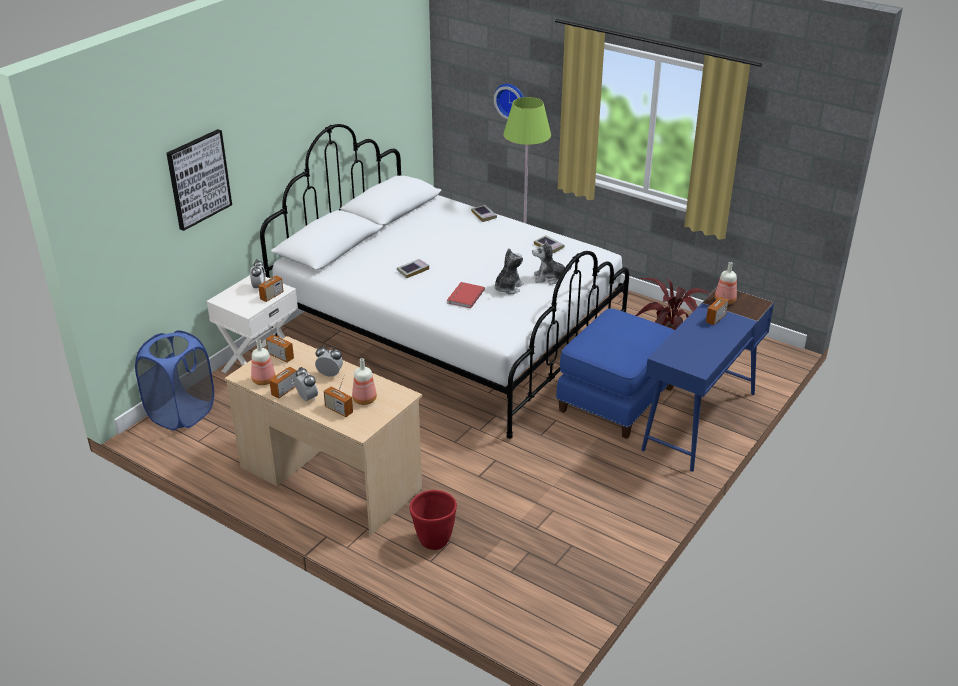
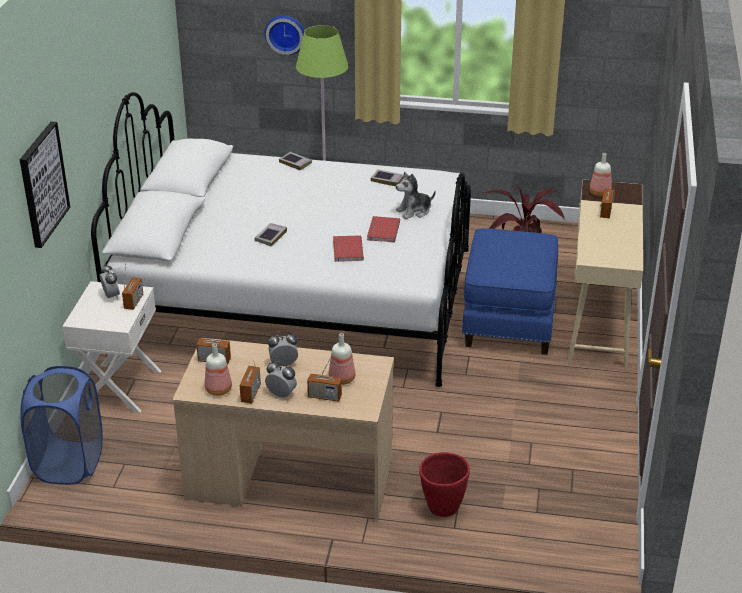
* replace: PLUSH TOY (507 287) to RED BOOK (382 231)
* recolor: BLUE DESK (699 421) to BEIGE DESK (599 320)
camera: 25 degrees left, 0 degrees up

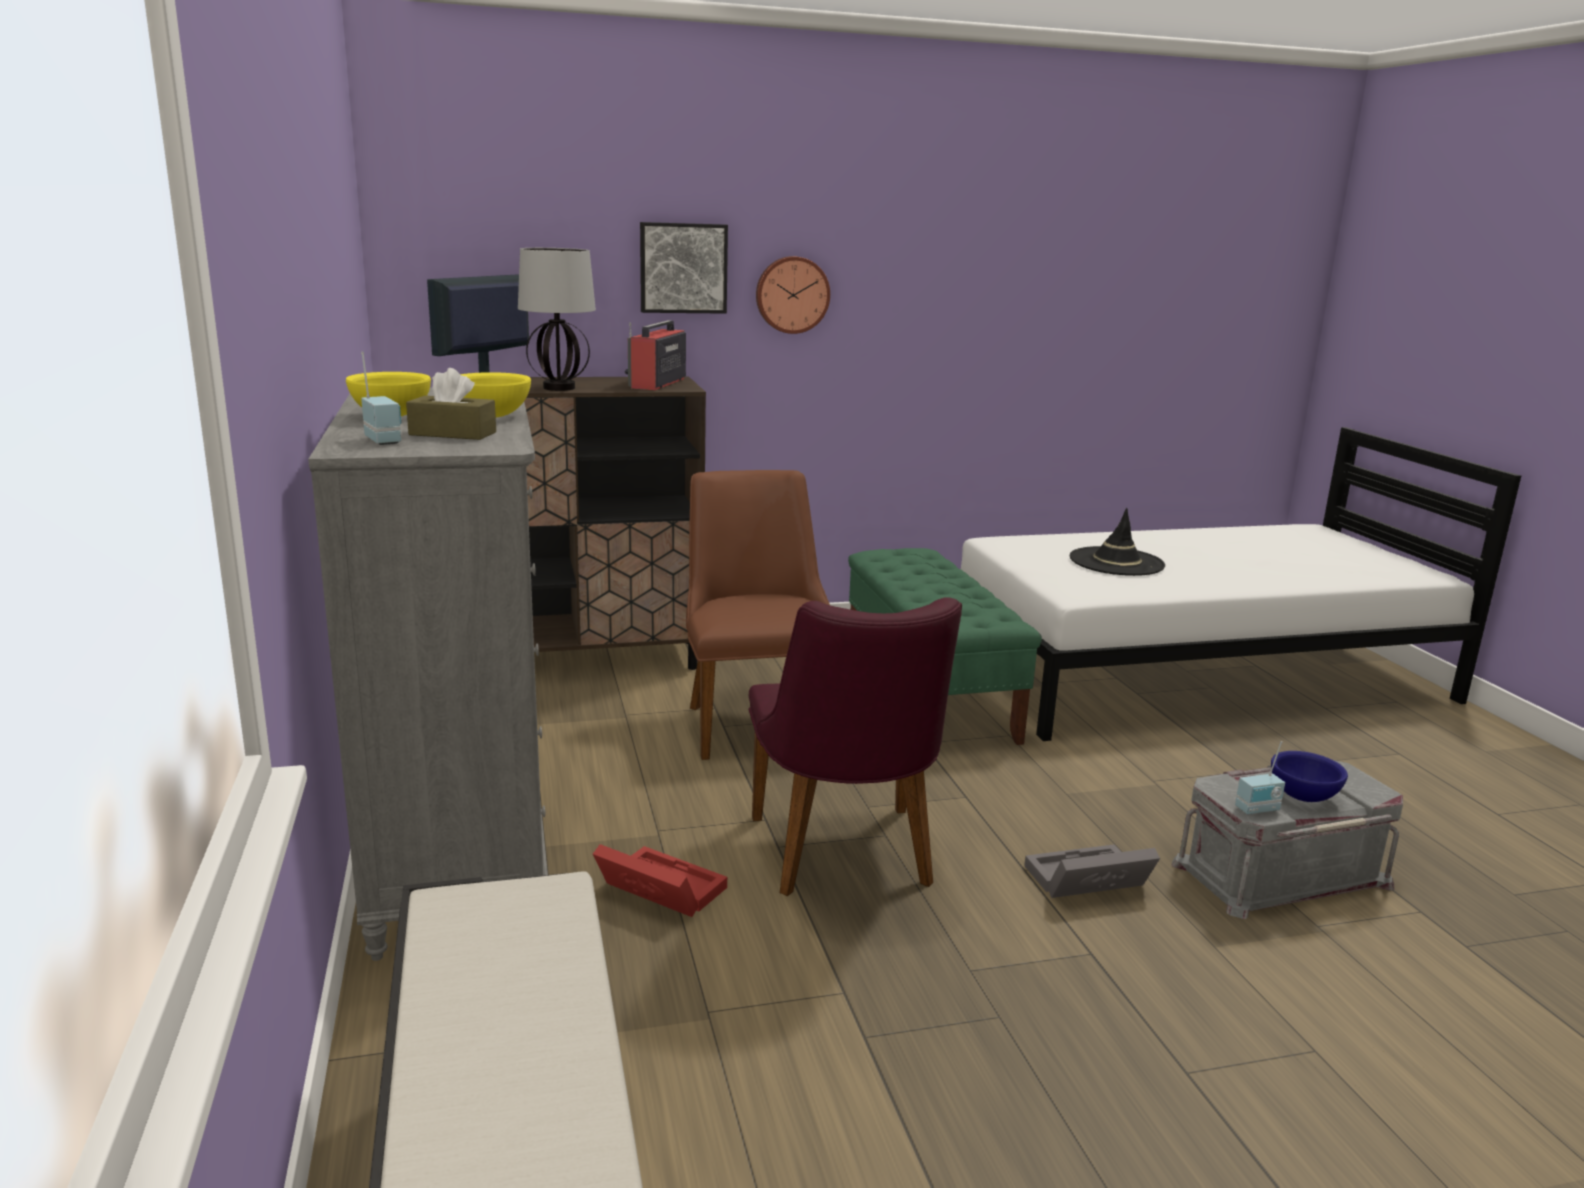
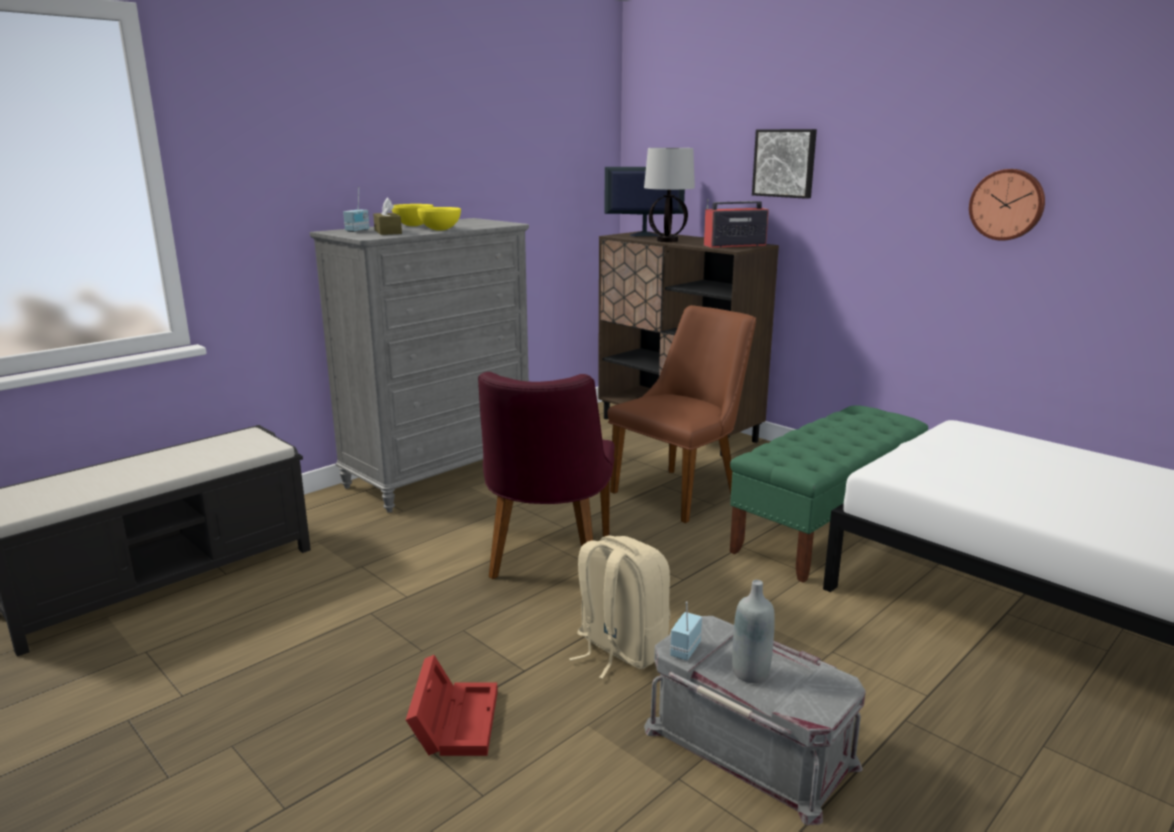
* delete: BLACK HAT (1116 562)
* move: RED STORAGE BOX (657 890) to (455 719)
* move: WALL CLOCK (792 294) to (1007 204)
* replace: GREY STORAGE BOX (1085 882) to BEIGE BACKPACK (619 650)
* replace: BLUE BOWL (1302 797) to GREY BOTTLE (750 673)
* rotate: PURPLE CHAIR (845 860) = (546 561) 45 degrees counterclockwise
* rotate: RADIO (1258 810) = (684 649) 75 degrees clockwise
camera: 60 degrees right, 0 degrees up

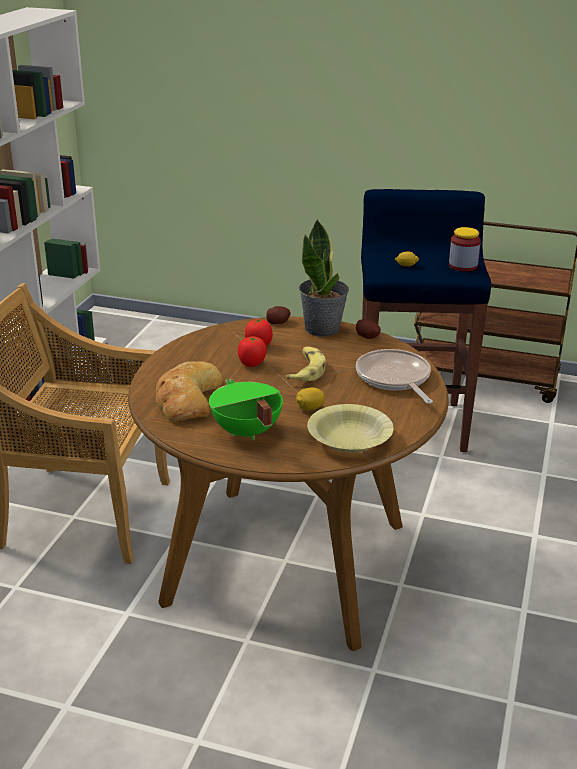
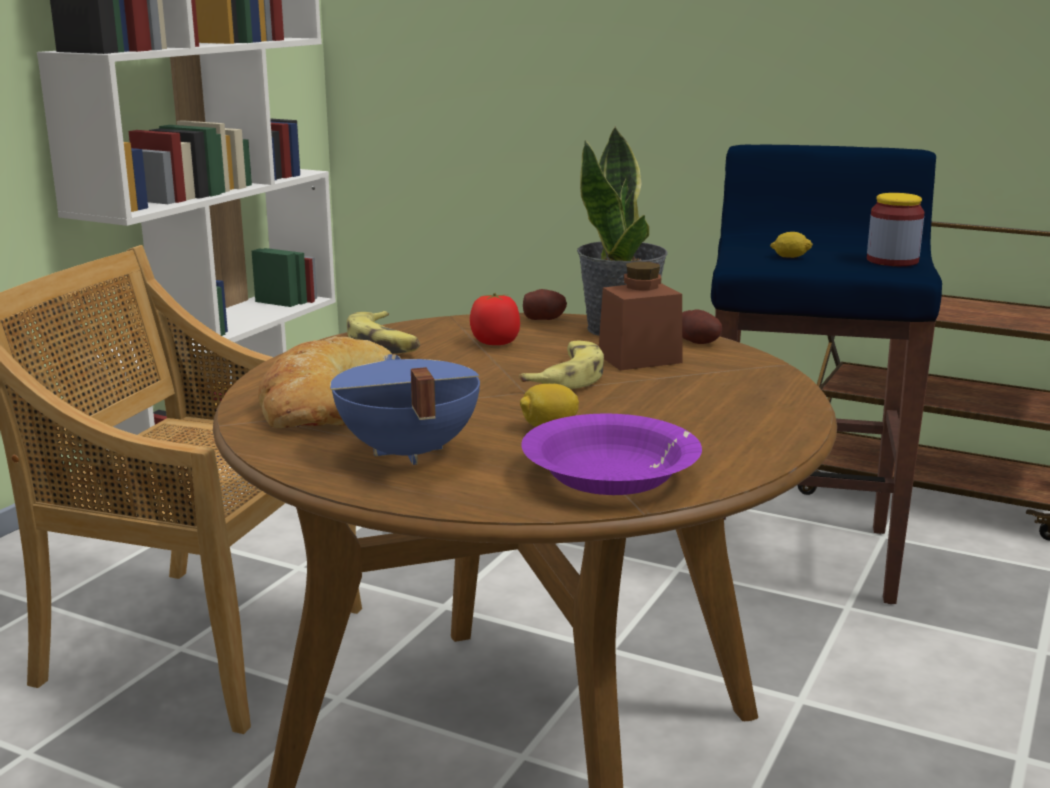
* delete: TOMATO (251 364)
* delete: FRYING PAN (394 379)
* insert: BANANA (384 344)
* insert: BROWN JAR (639 358)
* recolor: GREEN COOKING POT (245 432) to BLUE COOKING POT (405 452)
* recolor: YELLOW BOWL (350 440) to PURPLE BOWL (611 477)
camera: 10 degrees right, 10 degrees down

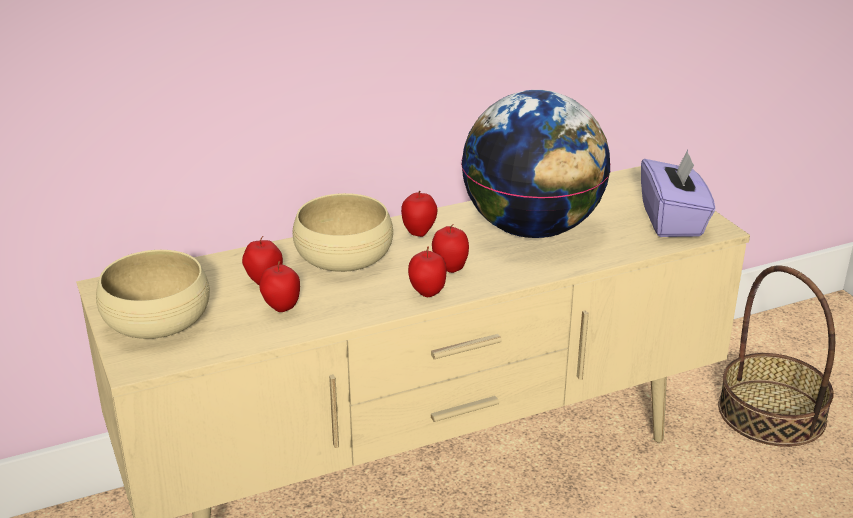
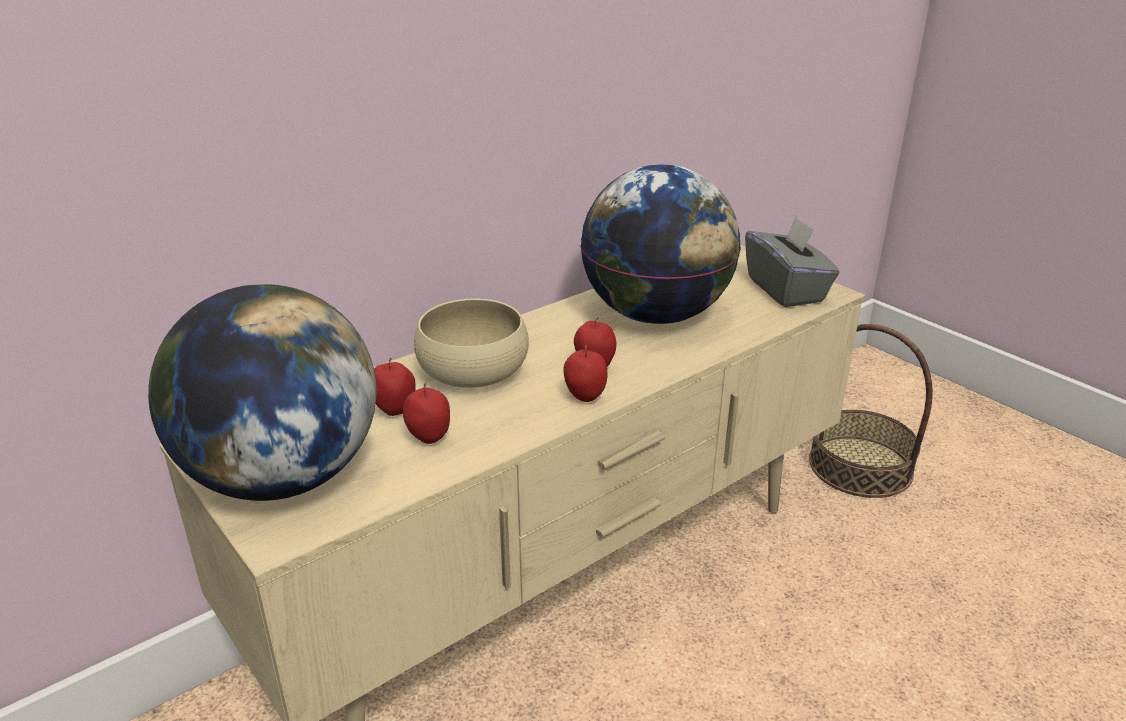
* delete: APPLE (419 232)
* replace: BEIGE BOWL (157 321) to GLOBE (282 477)
* recolor: PURPLE TISSUE BOX (673 220) to GREY TISSUE BOX (786 290)
camera: 15 degrees left, 0 degrees up

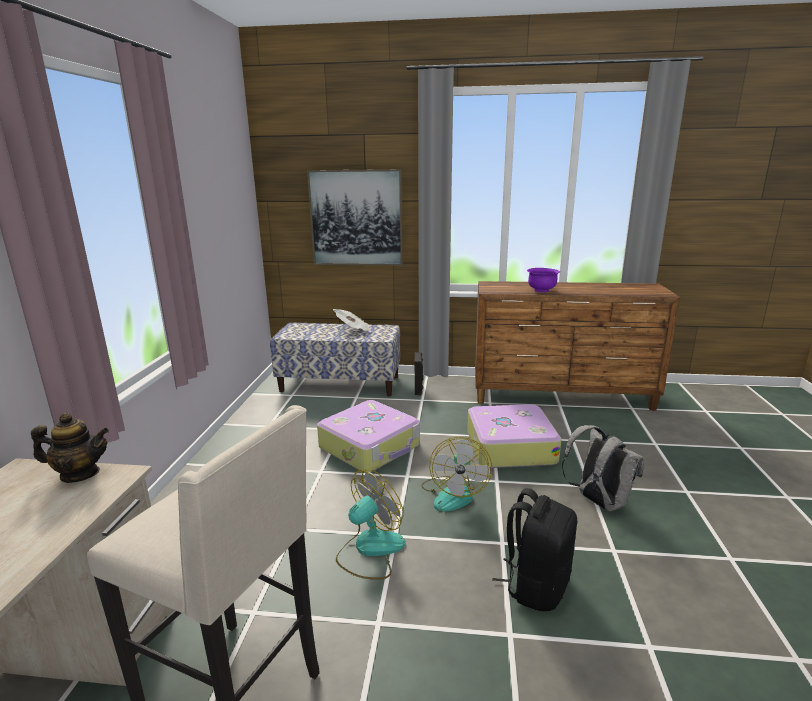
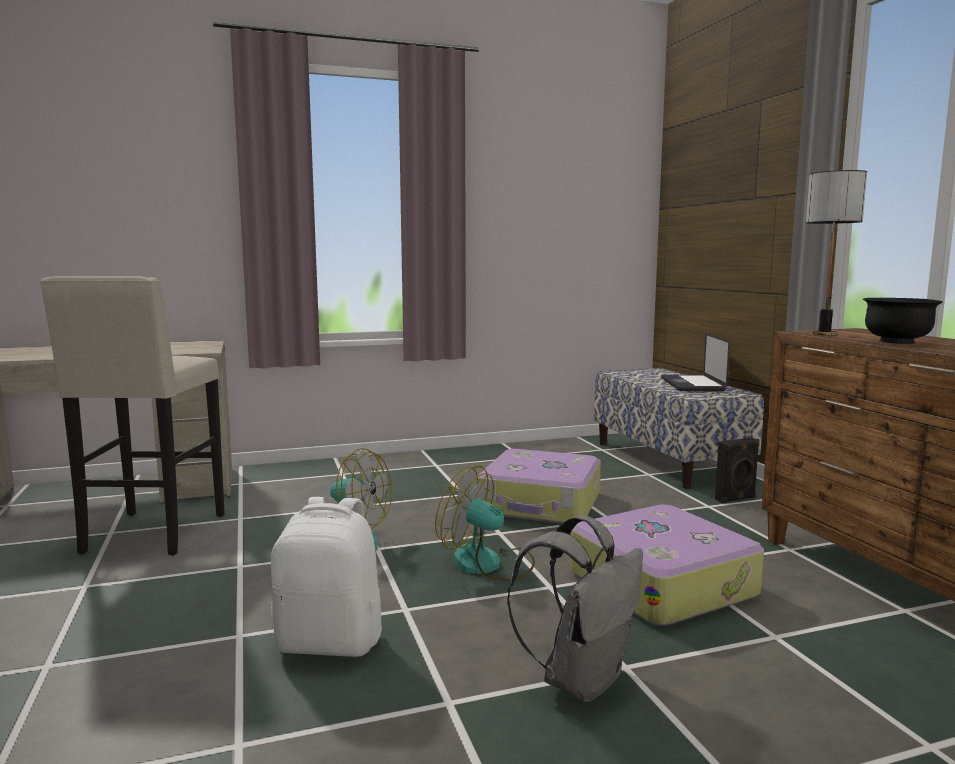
* delete: TEAPOT (80 474)
* delete: PICTURE (356 218)
* insert: TABLE LAMP (824 334)
* replace: NEWSPAPER (353 330) to LAPTOP (692 385)
* recolor: BLACK BACKPACK (536 585) to WHITE BACKPACK (331 642)
* recolor: PURPLE BOWL (542 290) to BLACK BOWL (897 342)
* rotate: FAN (453 493) = (488 564) 45 degrees clockwise
camera: 65 degrees right, 10 degrees down

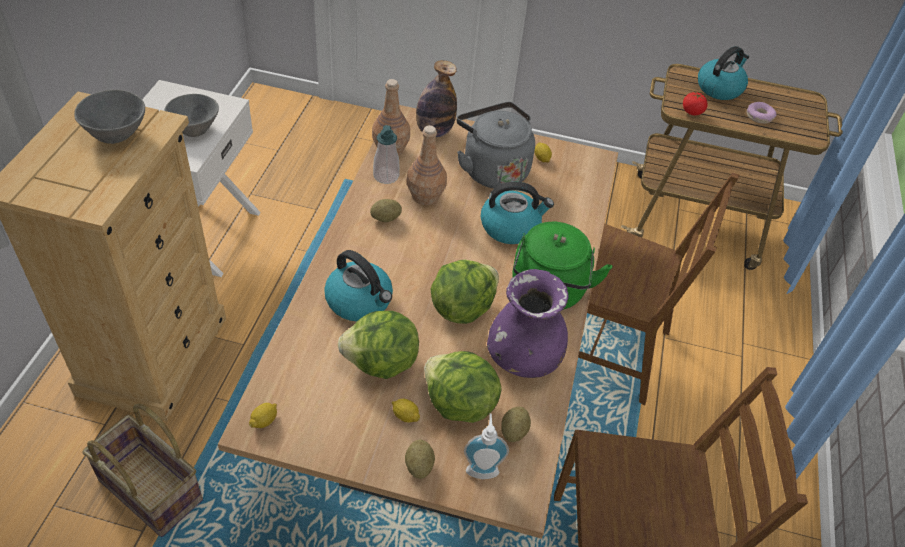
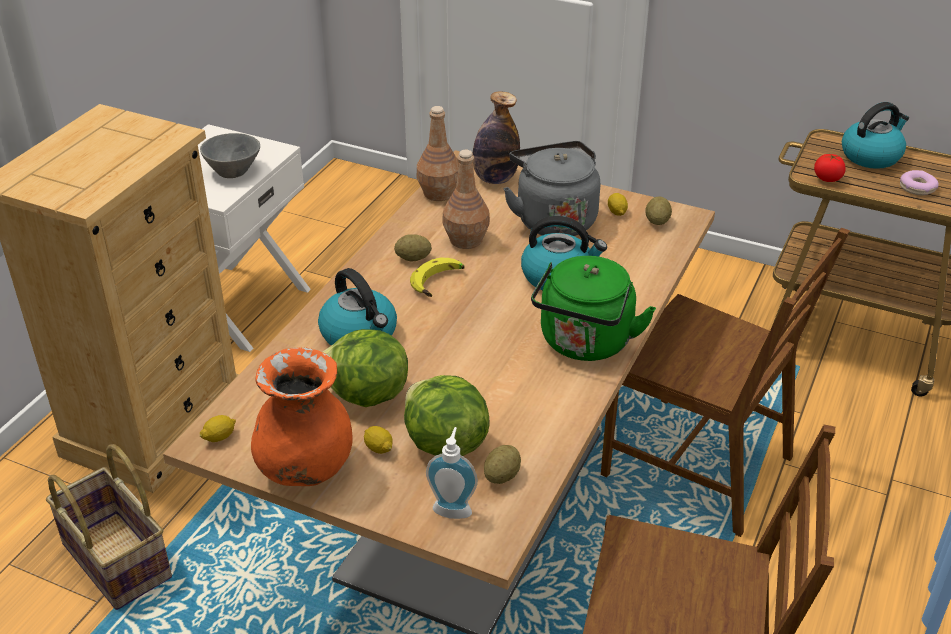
* delete: GREY BOWL (117 135)
* delete: SOAP DISPENSER (386 176)
* delete: LETTUCE (462 307)
* delete: PURPLE VASE (523 358)
* insert: ORANGE VASE (306 468)
* insert: BANANA (439 283)
* move: POTATO (419 466) to (657 221)
camera: 15 degrees right, 10 degrees down

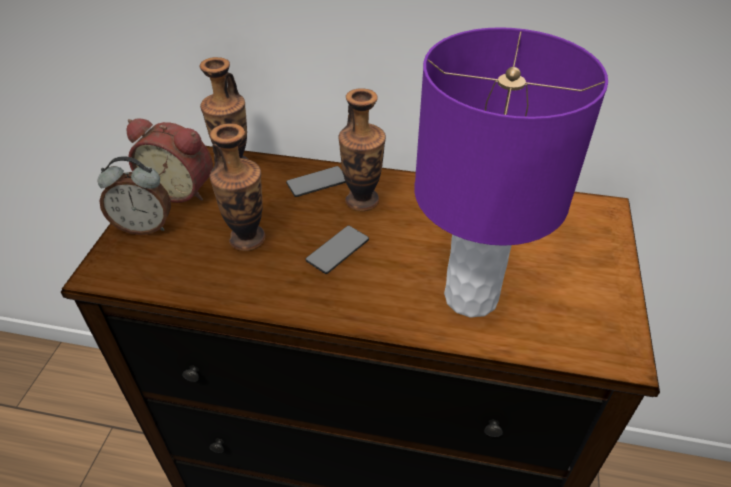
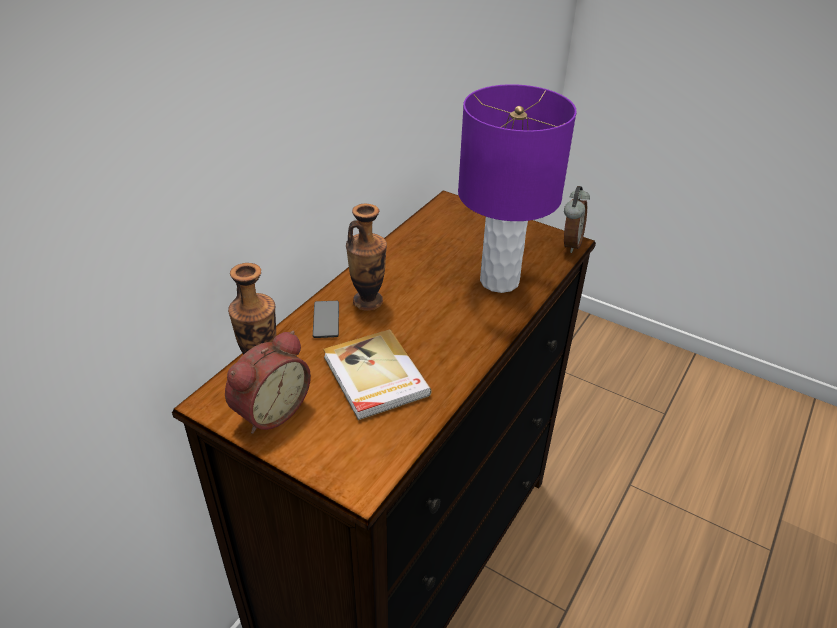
* delete: PHONE (337 250)
* move: ALARM CLOCK (145 226) to (570 244)
* replace: VASE (247 239) to BOOK (374 377)
camera: 70 degrees left, 5 degrees down

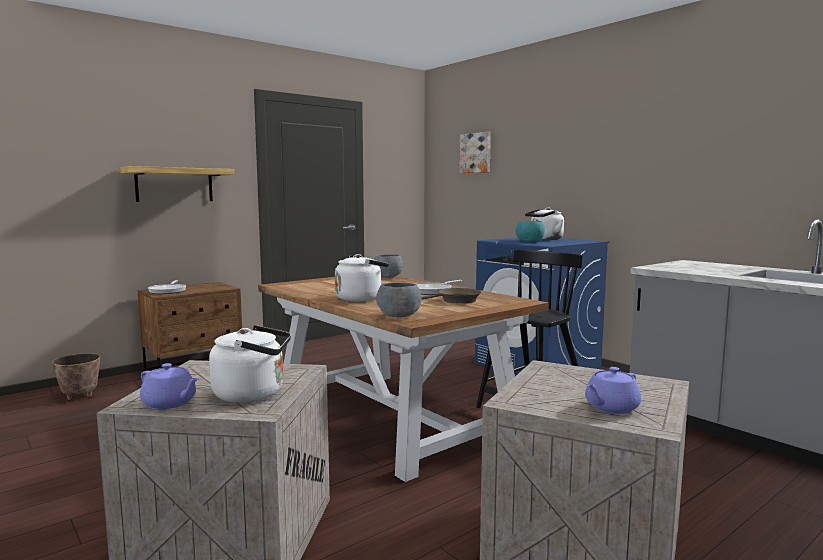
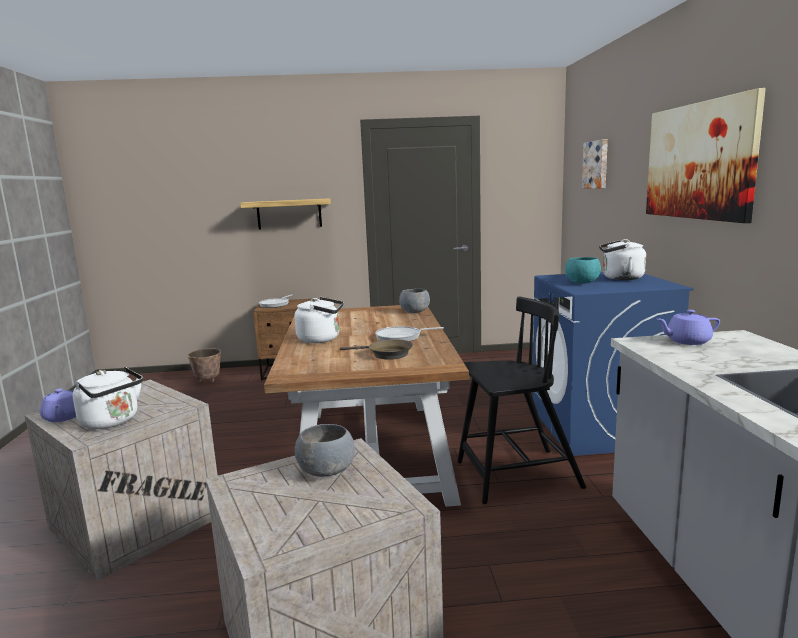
* insert: PICTURE (698 161)
* move: GREY BOWL (399 316) to (328 470)
* move: PURPLE TEAPOT (610 408) to (687 341)
camera: 35 degrees right, 5 degrees up

